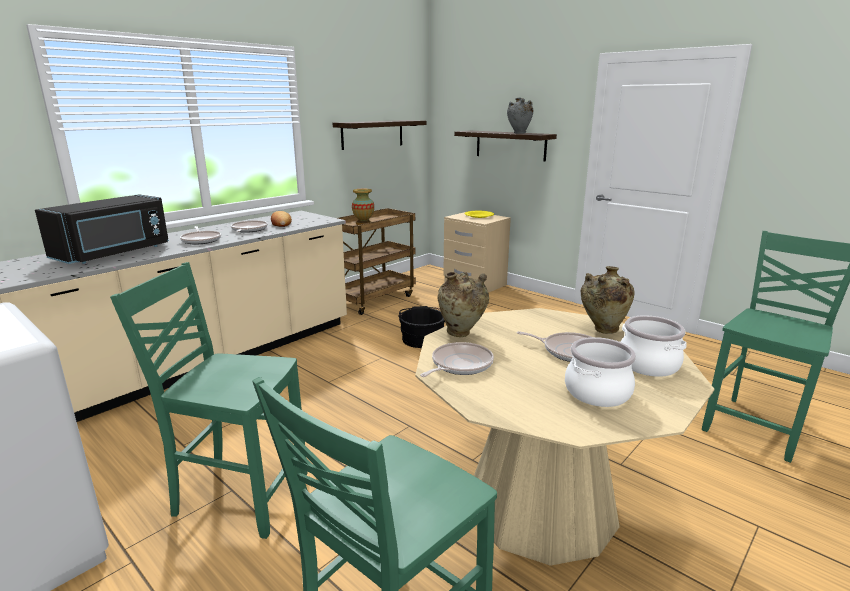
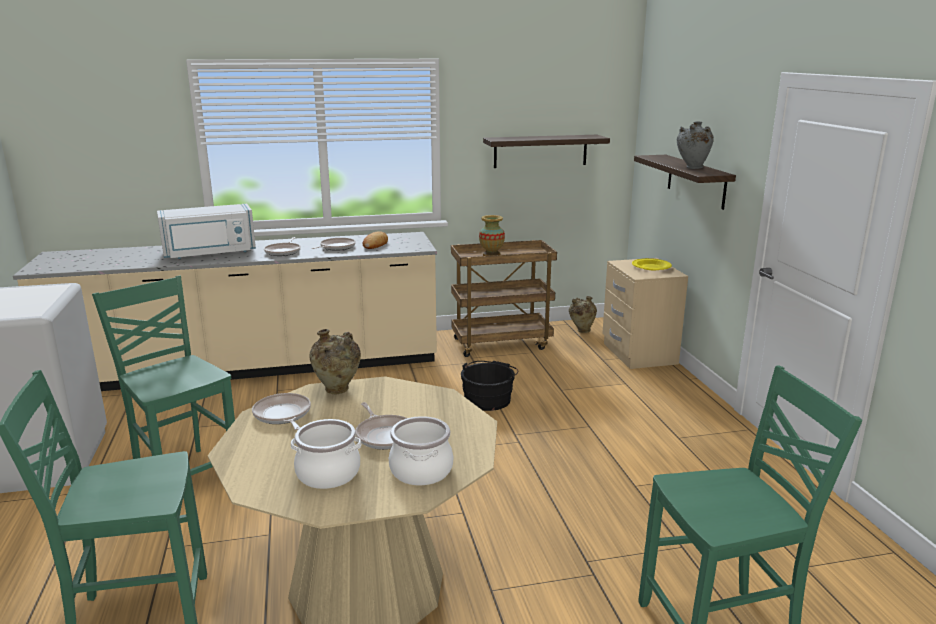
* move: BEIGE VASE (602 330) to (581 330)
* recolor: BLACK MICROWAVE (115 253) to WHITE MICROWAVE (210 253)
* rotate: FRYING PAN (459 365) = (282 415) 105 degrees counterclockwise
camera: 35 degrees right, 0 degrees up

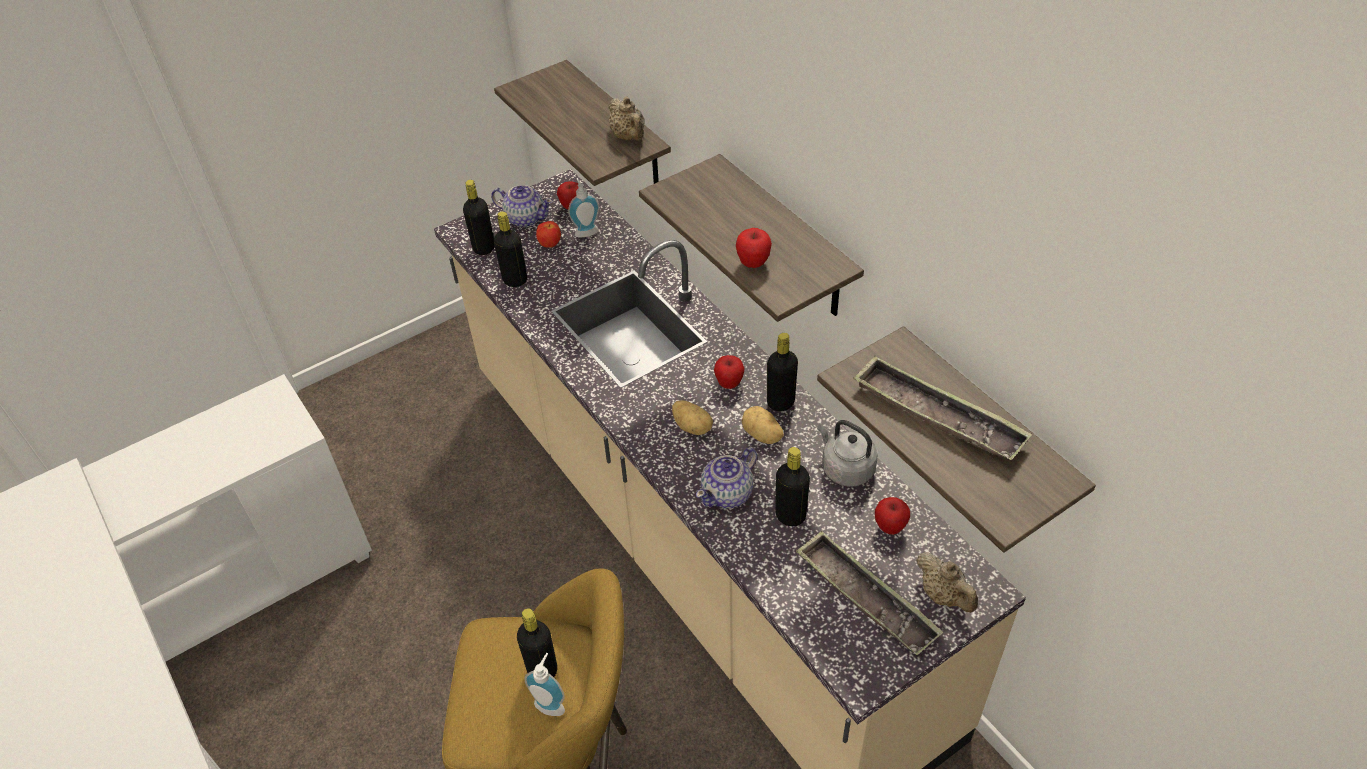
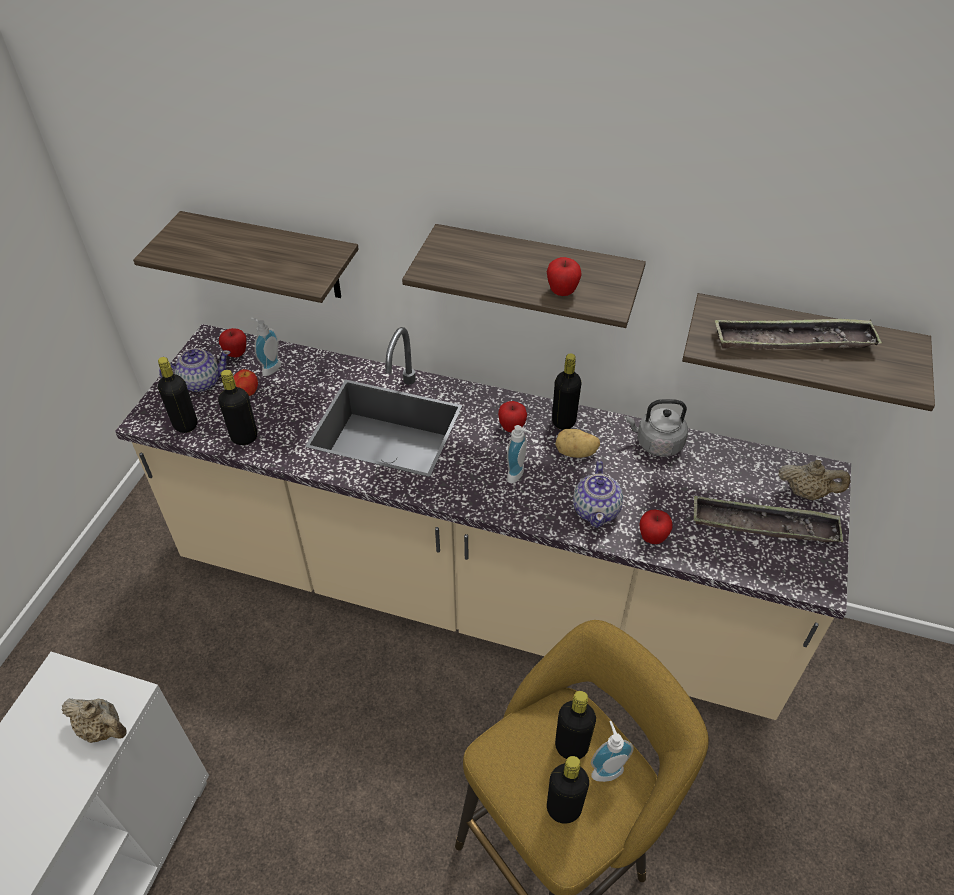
* move: BEIGE TEAPOT (629 137) to (103 729)
* move: BLACK BOTTLE (790 515) to (563 808)
* move: APPLE (890 527) to (652 538)
* replace: POTATO (693 426) to SOAP DISPENSER (518 475)
camera: 40 degrees left, 0 degrees up

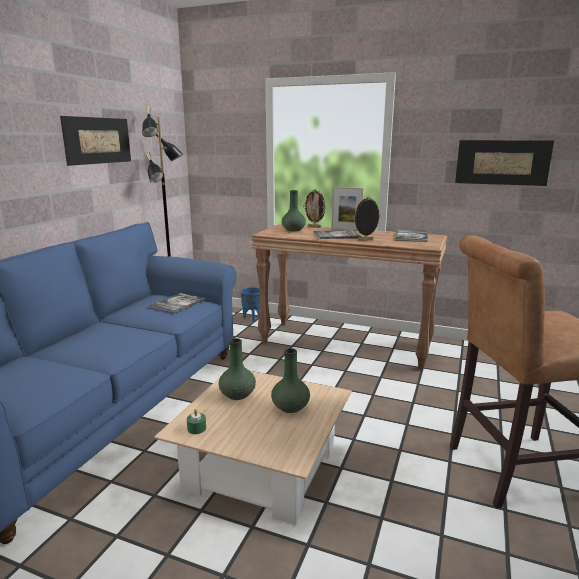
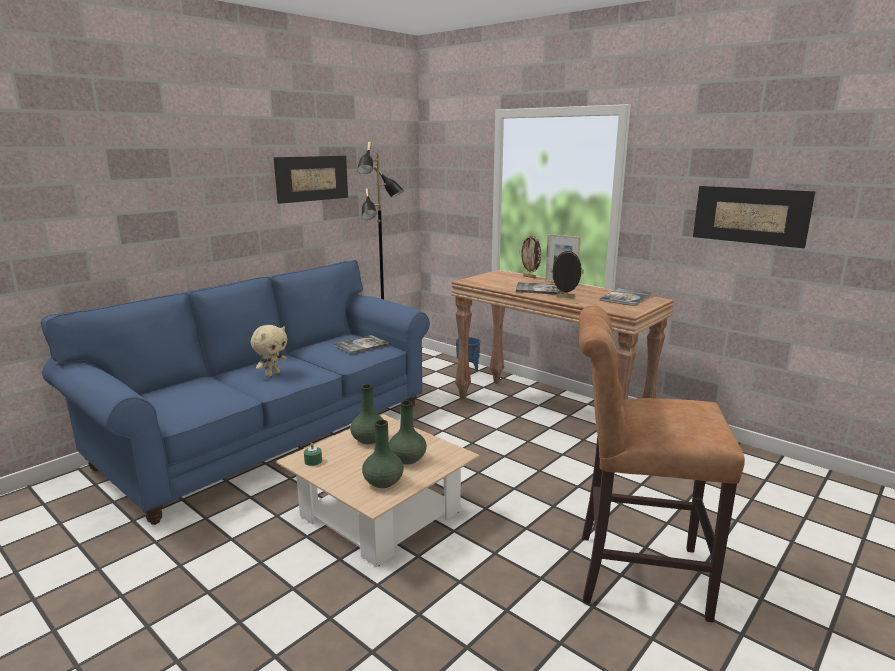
* insert: BEIGE PLUSH TOY (272 374)
* move: GREEN VASE (293 230) to (383 482)
camera: 20 degrees right, 0 degrees up

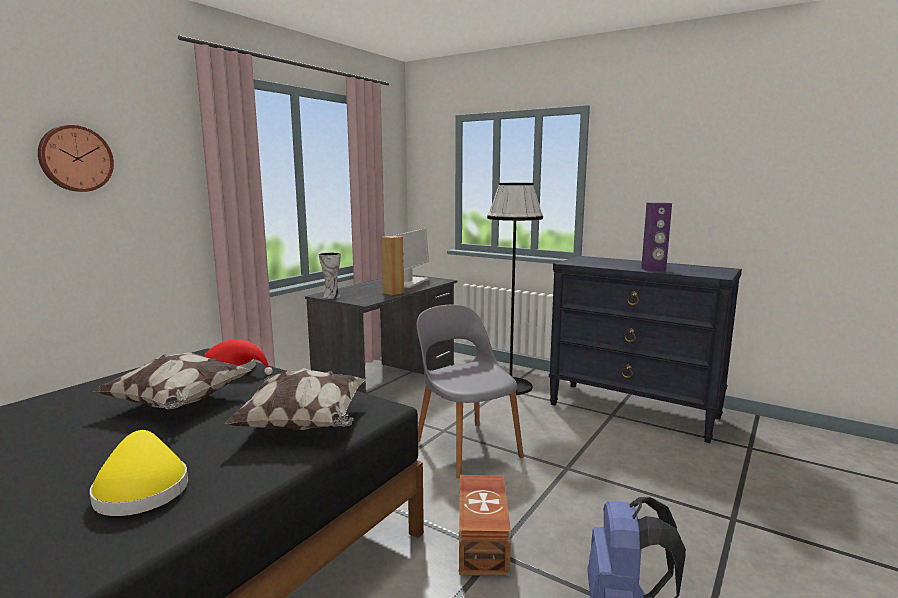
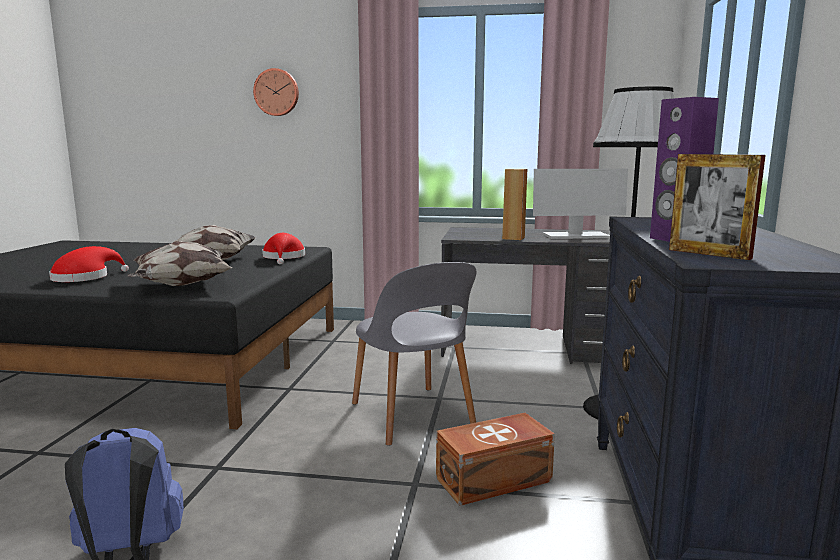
* delete: VASE (332 296)
* insert: PICTURE FRAME (709 254)
* move: BROWN STORAGE BOX (483 541) to (496 480)
* recolor: YELLOW HAT (142 489) to RED HAT (84 278)
* rotate: GREY CHAIR (466 447) = (412 416) 120 degrees clockwise
camera: 65 degrees right, 0 degrees up

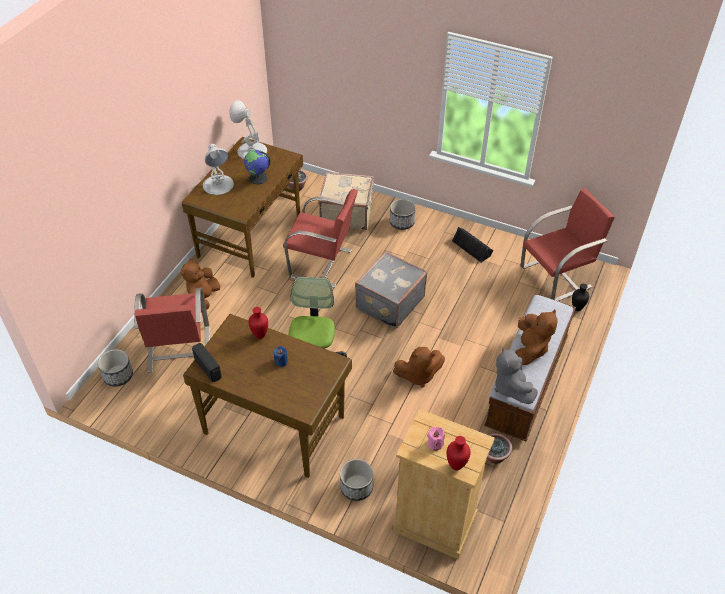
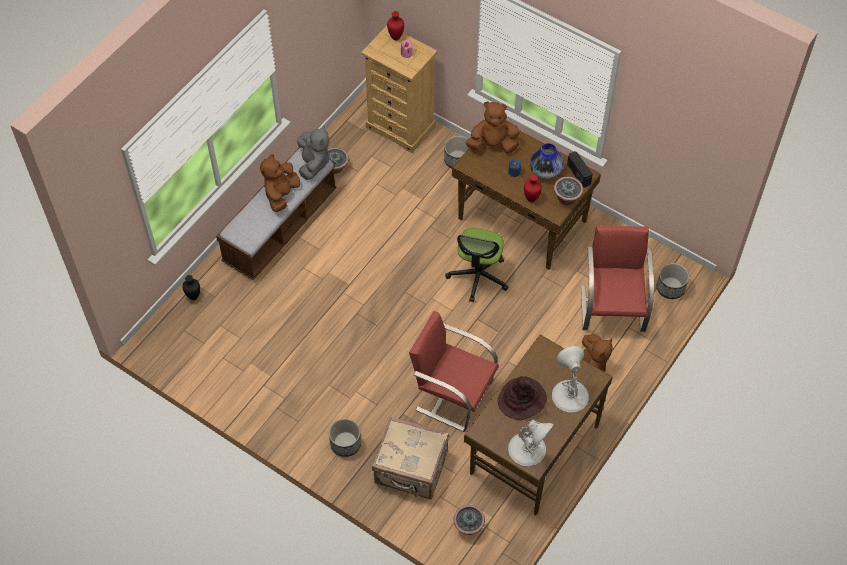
* delete: GREY SUITCASE (389 303)
* delete: BLACK SPEAKER (472 247)
* delete: RED CHAIR (557 277)
* insert: VASE (545 170)
* insert: POTTED PLANT (567 198)
* move: BROWN PLUSH TOY (418 375) to (493 144)
* replace: GLOBE (258 178) to BROWN HAT (522 399)
camera: 170 degrees left, 10 degrees up

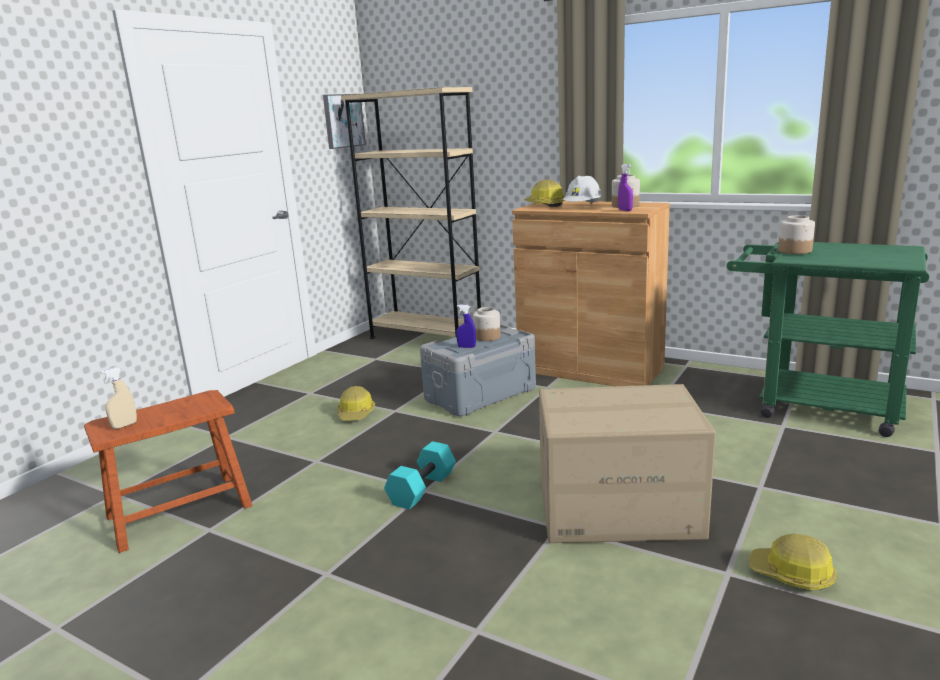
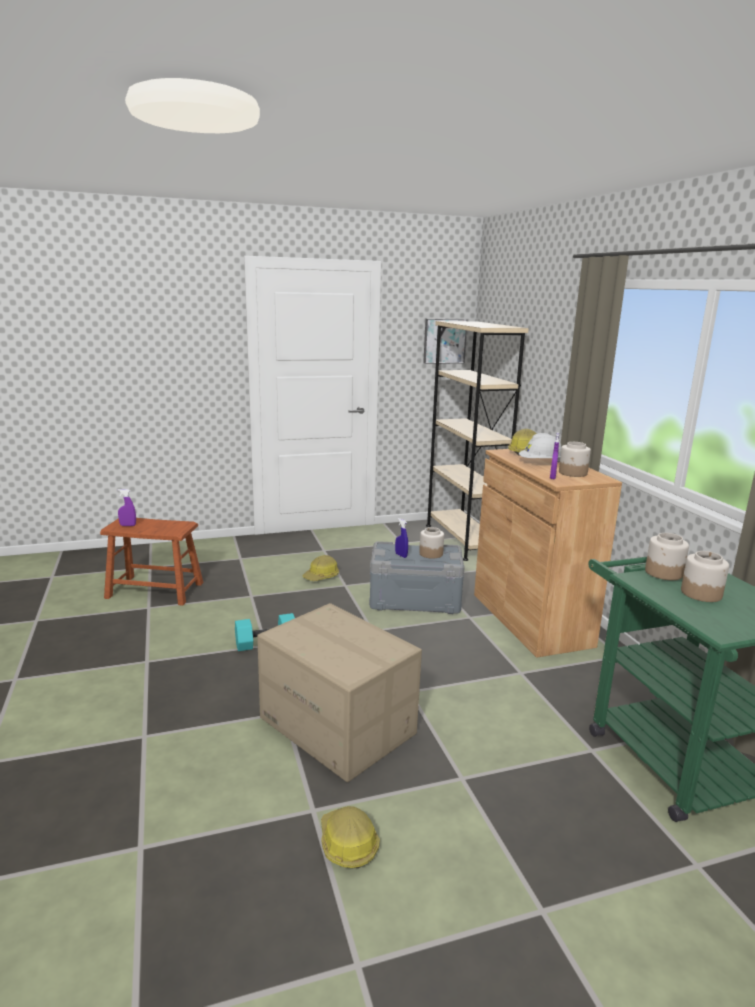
* insert: JAR (701 593)
* recolor: BEIGE SPRAY BOTTLE (124 425) to PURPLE SPRAY BOTTLE (128 525)
camera: 40 degrees right, 0 degrees up

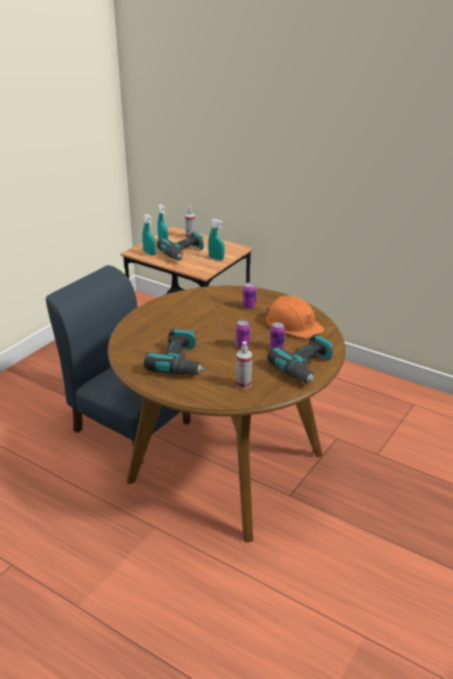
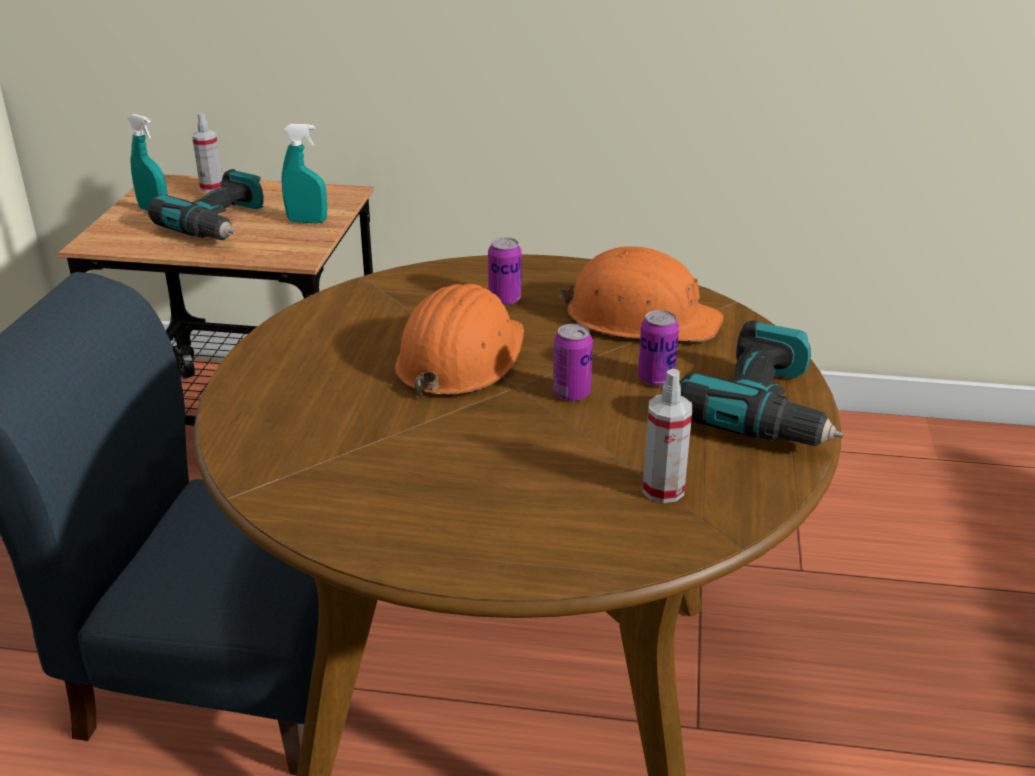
* delete: TURQUOISE SPRAY BOTTLE (149 253)
* delete: POWER DRILL (180 362)
* insert: ORANGE HARD HAT (460 357)
camera: 25 degrees left, 0 degrees up

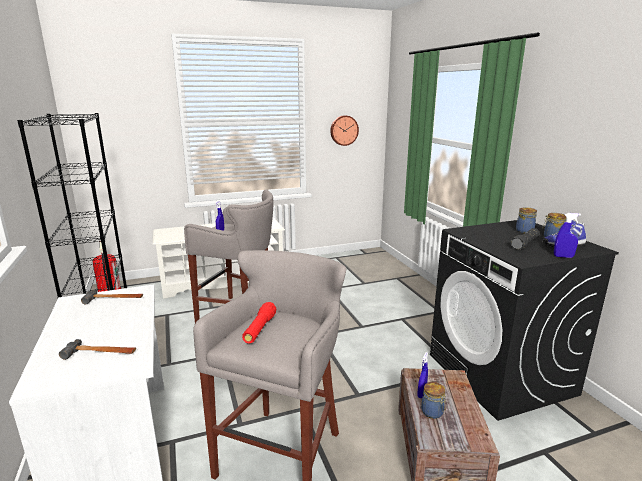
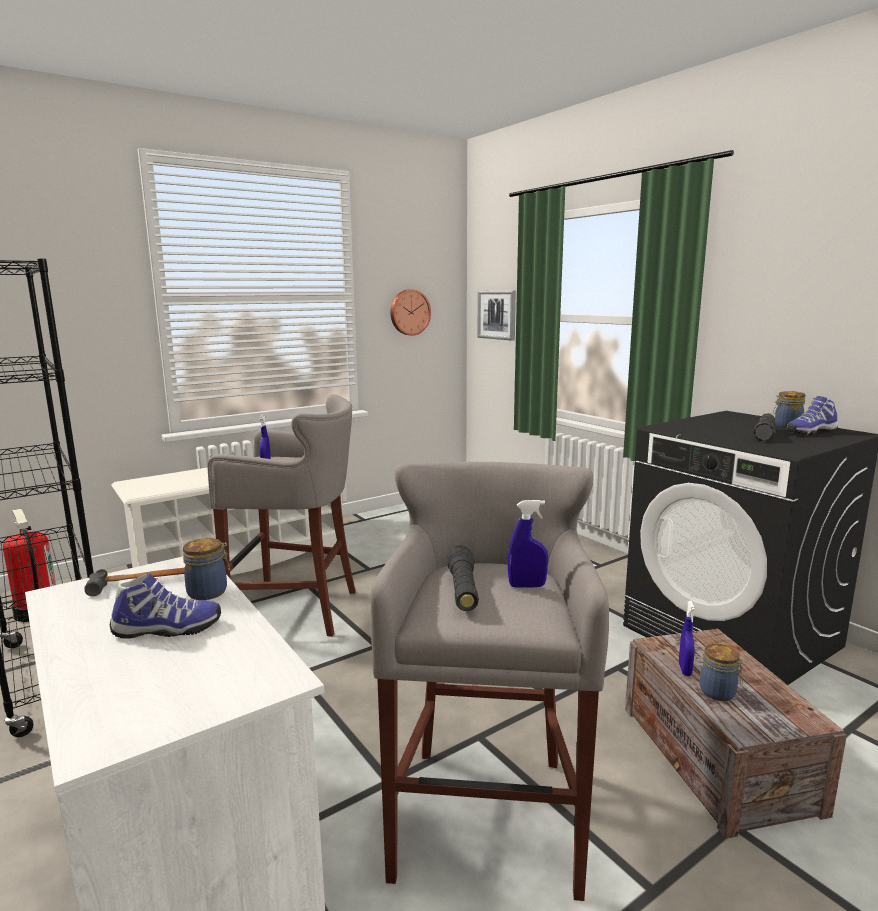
* delete: HAMMER (100 353)
* insert: SHOE (167 630)
* insert: PICTURE (497 315)
* move: JAR (525 231) to (209 592)
* move: BLUE SPRAY BOTTLE (563 257) to (527 586)
* recolor: RED FLASHLIGHT (259 329) to BLACK FLASHLIGHT (463 590)
camera: 15 degrees left, 5 degrees down

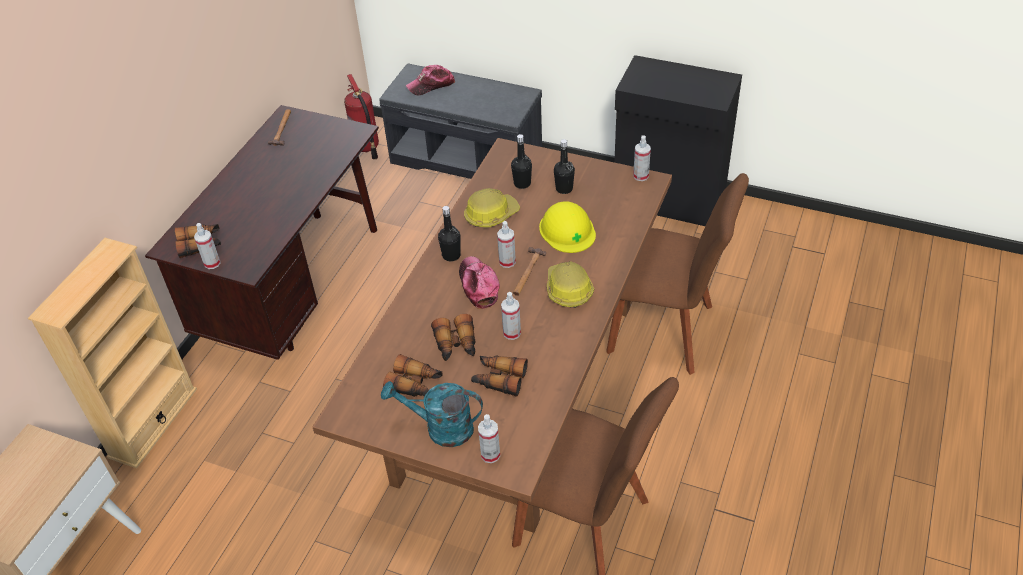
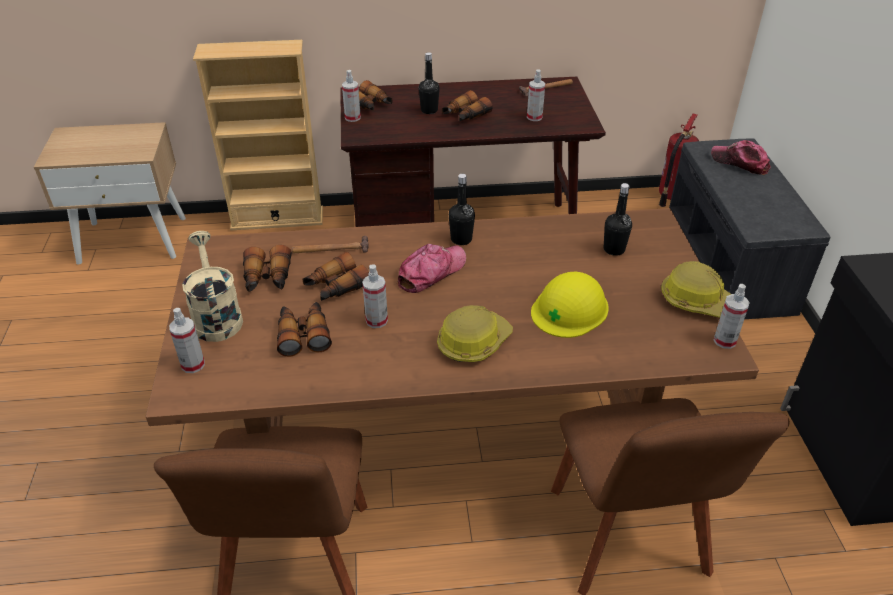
* insert: BINOCULARS (465 115)
* move: HARD HAT (491 215) to (696 301)
* move: SPRAY BOTTLE (507 262) to (534 117)
* move: HAMMER (527 273) to (330 249)
* move: BLACK BOTTLE (564 189) to (429 110)
* recolor: TURQUOISE WATERING CAN (441 428) to BEIGE WATERING CAN (216 316)
camera: 60 degrees right, 5 degrees down

